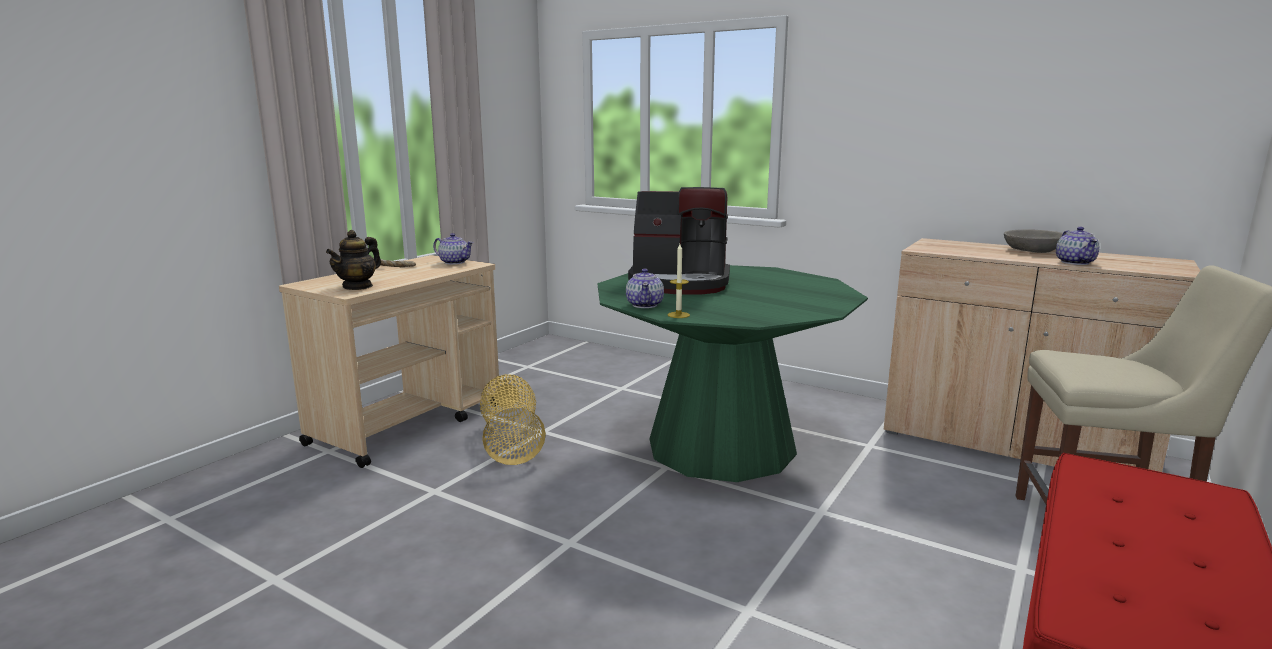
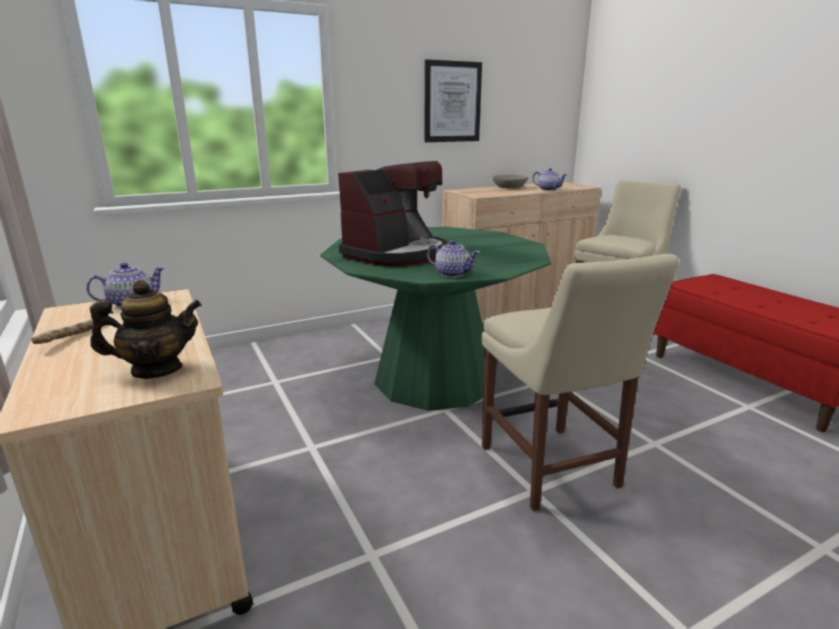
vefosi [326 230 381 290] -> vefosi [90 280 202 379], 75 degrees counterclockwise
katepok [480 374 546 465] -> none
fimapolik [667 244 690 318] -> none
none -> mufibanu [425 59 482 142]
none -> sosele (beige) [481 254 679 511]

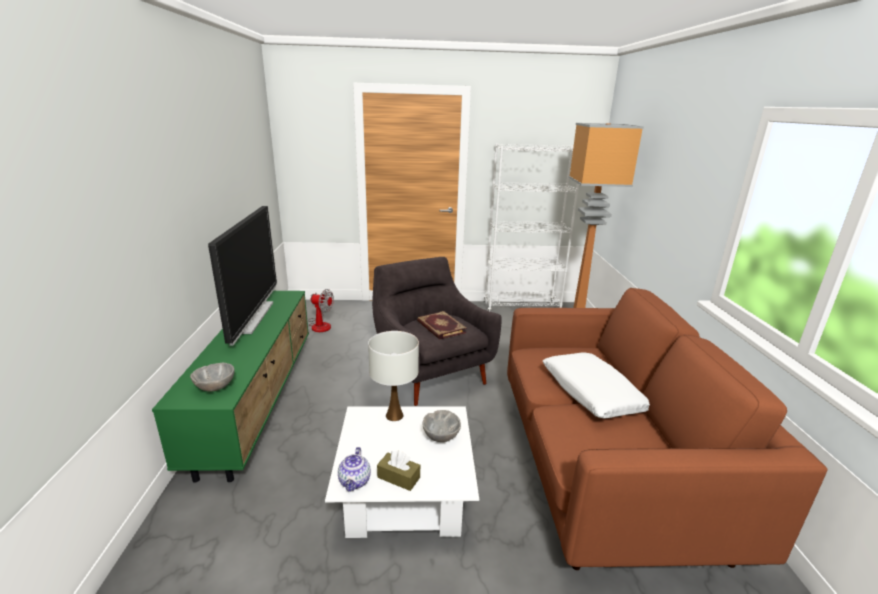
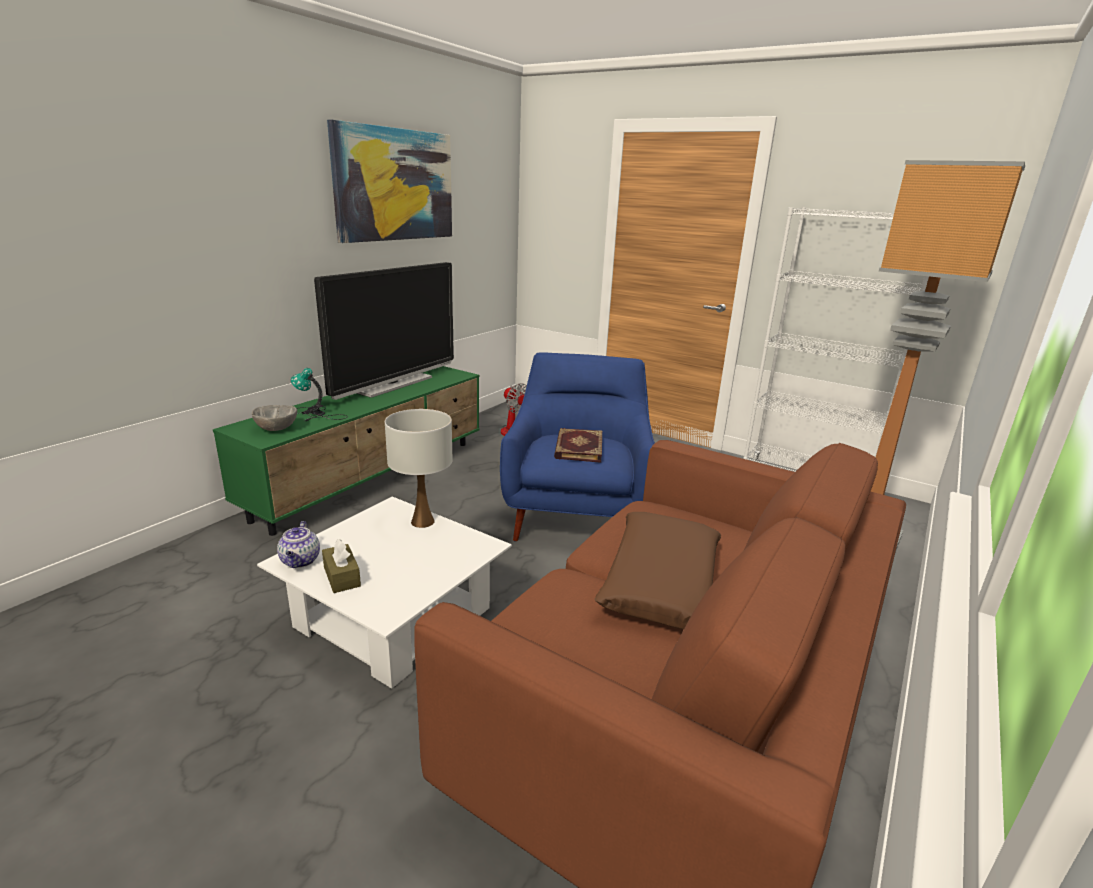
vefosi [338 447 371 492] -> vefosi [277 521 320 568], 45 degrees counterclockwise
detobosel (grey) [372 257 501 406] -> detobosel (blue) [500 352 655 542]
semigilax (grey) [422 410 461 442] -> none
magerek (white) [542 352 650 418] -> magerek (brown) [594 512 721 630]
none -> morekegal [291 368 348 422]
none -> mufibanu [327 120 452 243]

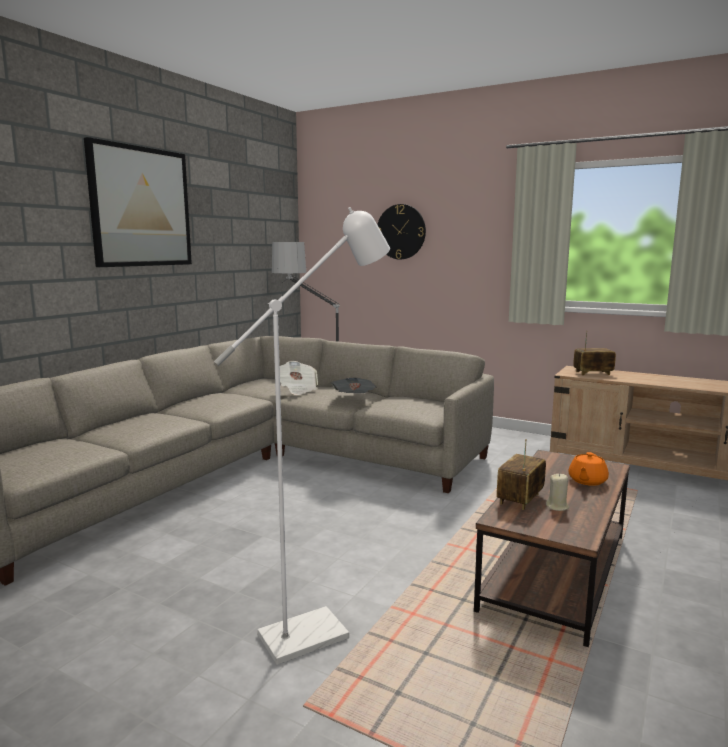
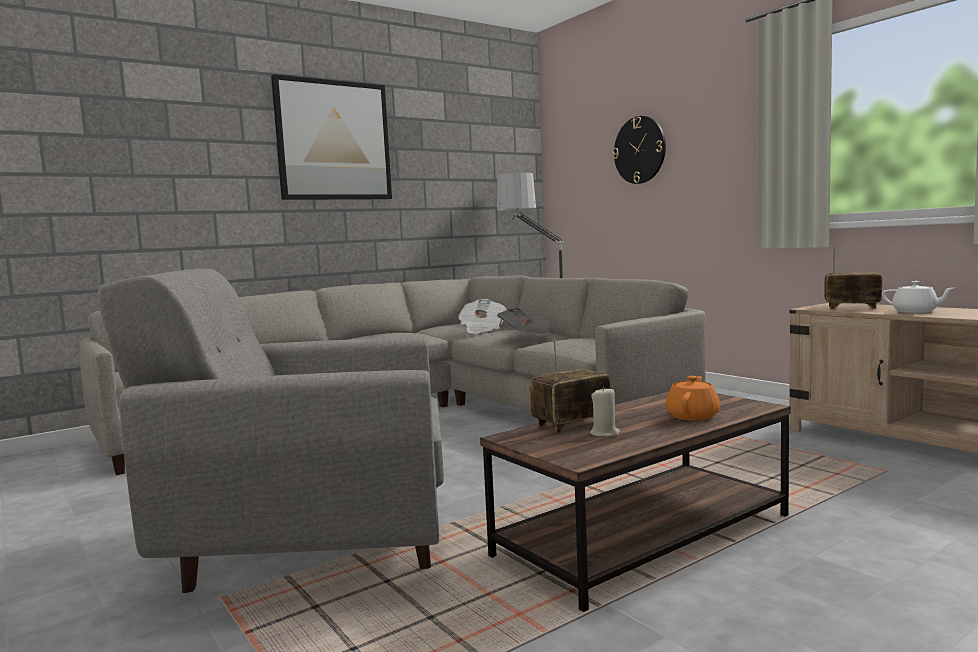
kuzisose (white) [214 207 390 665] -> detobosel (grey) [98 269 444 593]
vefosi (orange) [568 452 609 486] -> vefosi (orange) [666 376 720 420], 150 degrees clockwise
none -> vefosi (white) [882 281 955 313]

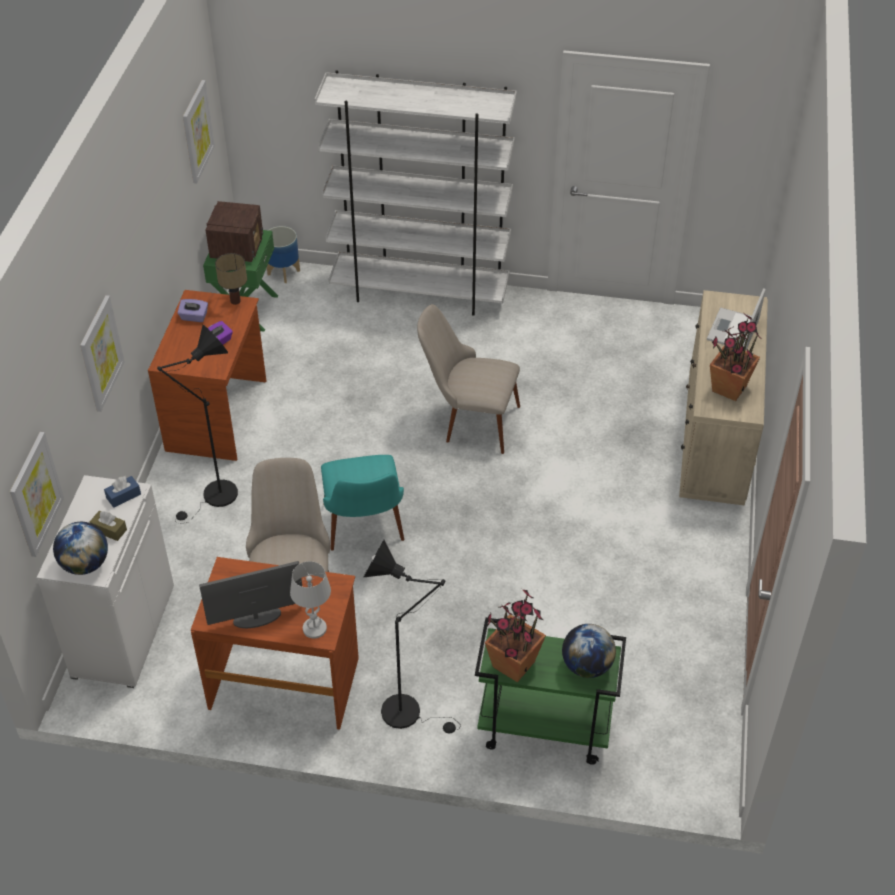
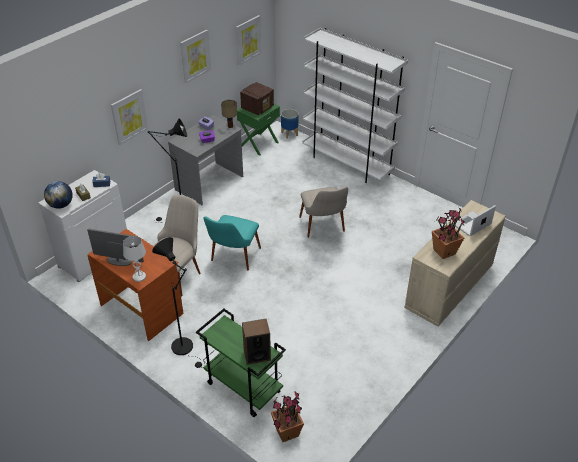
mufibanu [10 432 64 557] -> mufibanu [180 30 211 83], relocated
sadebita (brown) [148 290 266 461] -> sadebita (grey) [168 115 243 205]
sosele (beige) [417 304 520 454] -> sosele (beige) [299 186 348 238], 150 degrees counterclockwise
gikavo [485 589 546 682] -> gikavo [271 392 304 442], relocated
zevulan [562 624 616 678] -> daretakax [242 319 271 365]

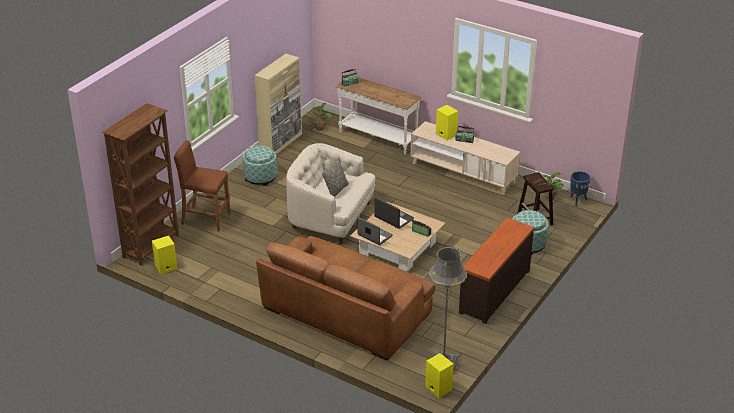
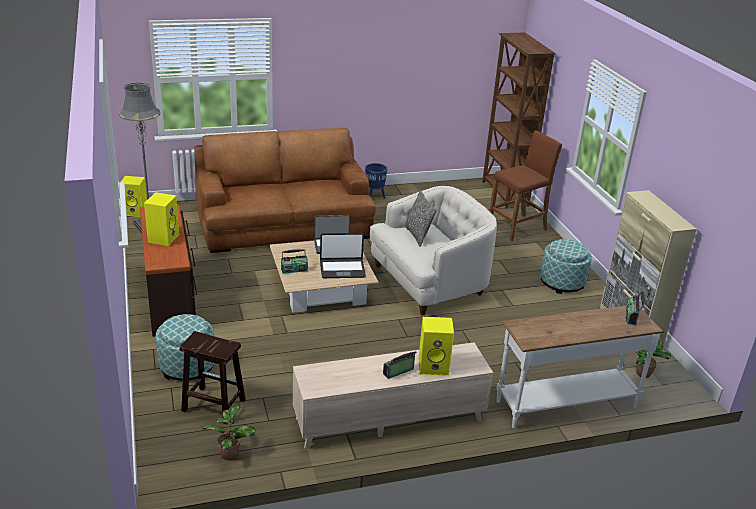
daretakax (yellow) [152 236 177 274] -> daretakax (yellow) [144 192 179 246], relocated
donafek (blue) [570 171 591 206] -> donafek (blue) [365 163 387 199], relocated

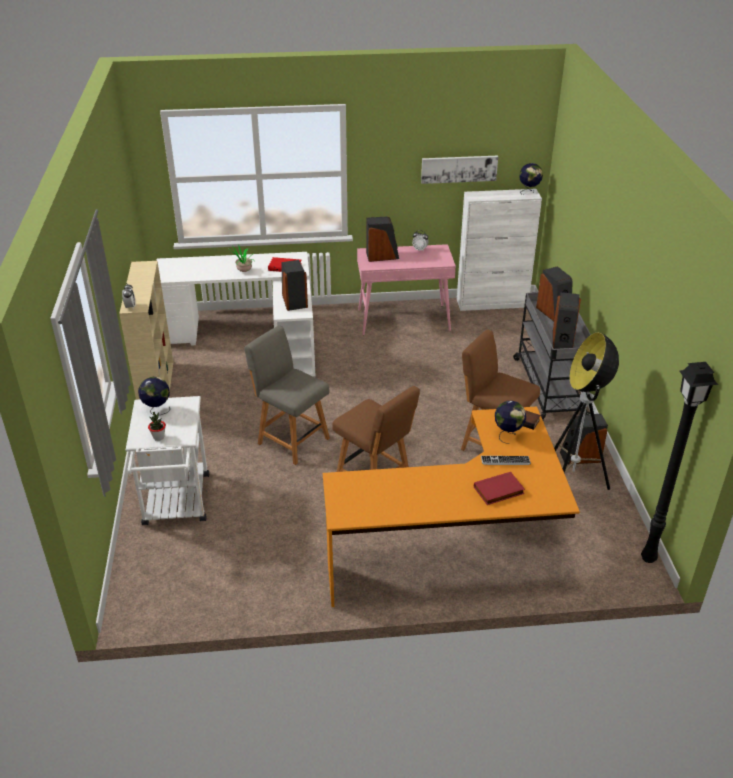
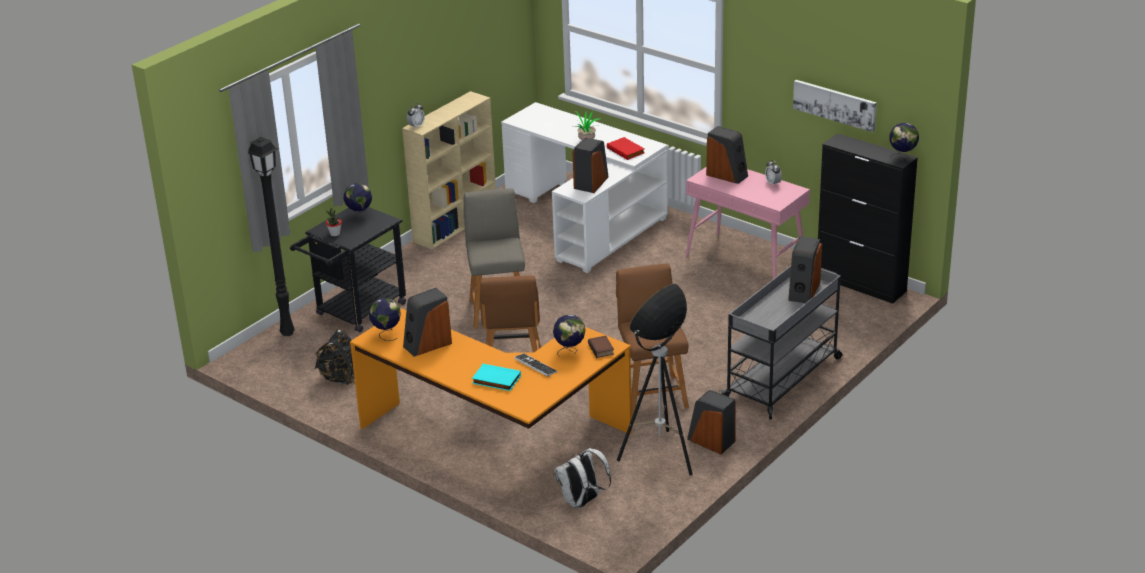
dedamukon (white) [125 396 209 525] -> dedamukon (black) [290 207 406 333]
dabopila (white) [457 189 542 311] -> dabopila (black) [818 133 918 304]
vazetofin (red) [474 472 525 505] -> vazetofin (turquoise) [472 364 521 391]
daretakax [553 292 581 349] -> daretakax [403 288 452 356], relocated
kuzisose (black) [641 362 718 563] -> kuzisose (black) [248 137 295 336], relocated
none -> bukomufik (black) [315 330 354 385]
none -> zevulan [369 298 401 341]
none -> bukomufik (white) [554 447 611 509]

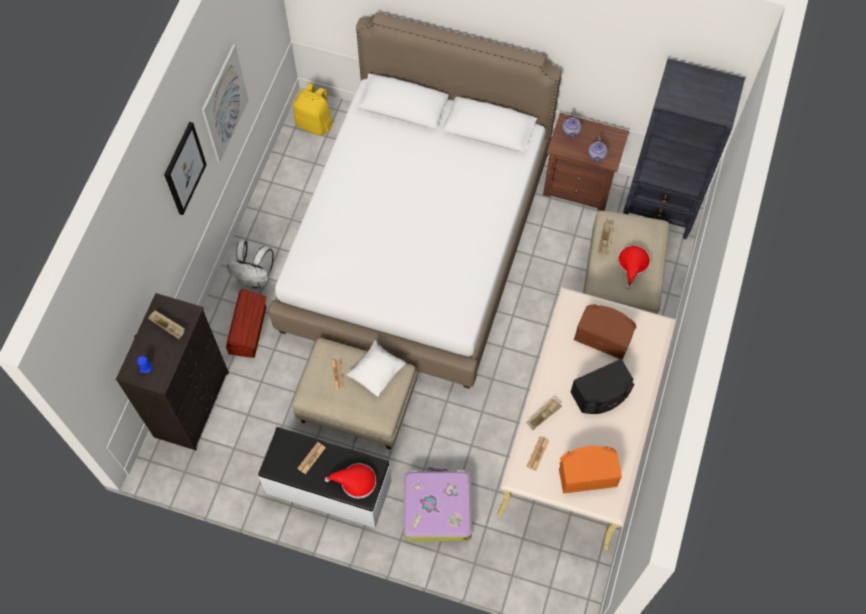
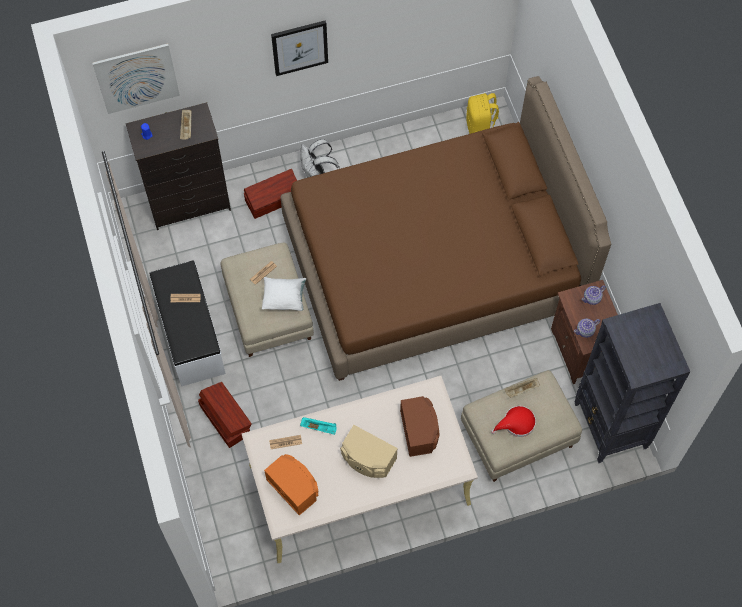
mufibanu [202 44 249 163] -> mufibanu [92 43 180 114], relocated
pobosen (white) [269 12 562 389] -> pobosen (brown) [281 76 611 381]
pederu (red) [325 463 376 499] -> none
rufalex [404 467 472 542] -> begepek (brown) [198 382 252 448]
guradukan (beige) [527 399 562 430] -> guradukan (turquoise) [300 417 337 435]
daretakax (black) [570 359 635 414] -> daretakax (beige) [340 425 398 478]

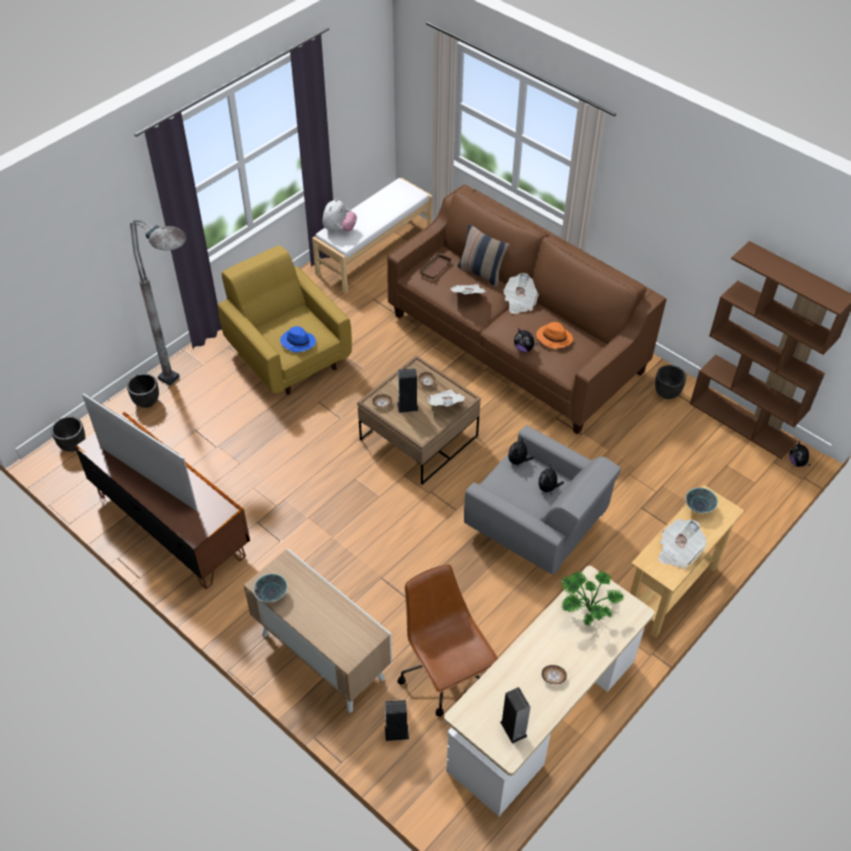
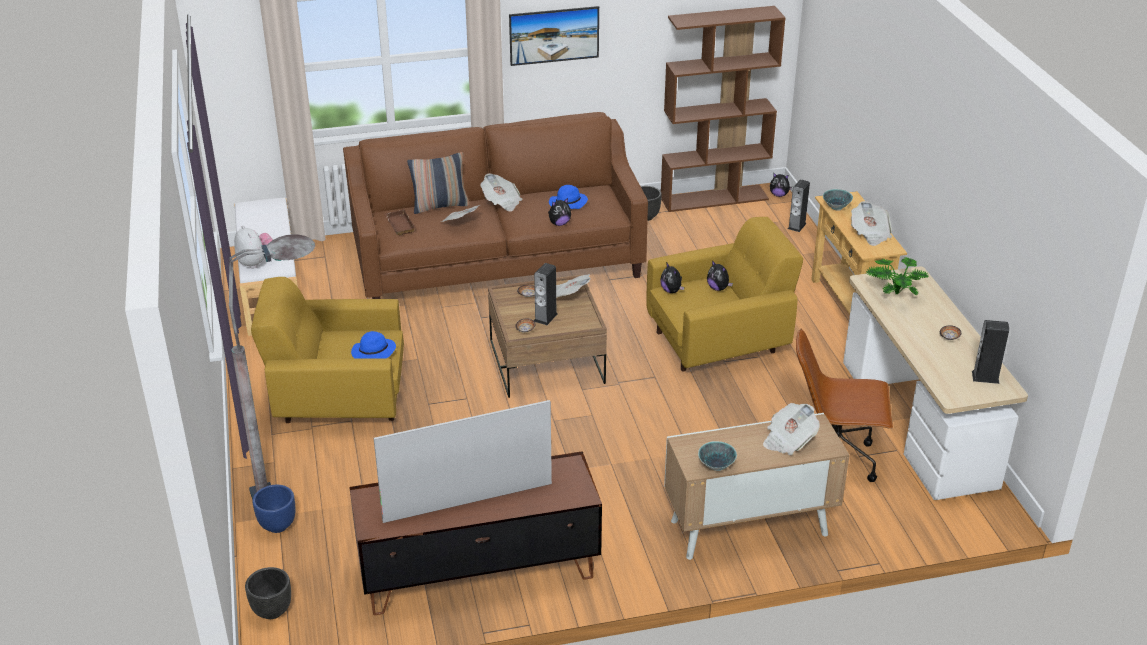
donafek (black) [127 373 159 408] -> donafek (blue) [253 485 295 533]
daretakax [385 700 409 741] -> daretakax [788 179 810 232], relocated
detobosel (grey) [464 425 621 575] -> detobosel (yellow) [646 217 803 372]
pederu (orange) [536 322 573 349] -> pederu (blue) [549 185 588 209]
none -> mufibanu [509 6 599 66]
none -> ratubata [763 403 820 455]

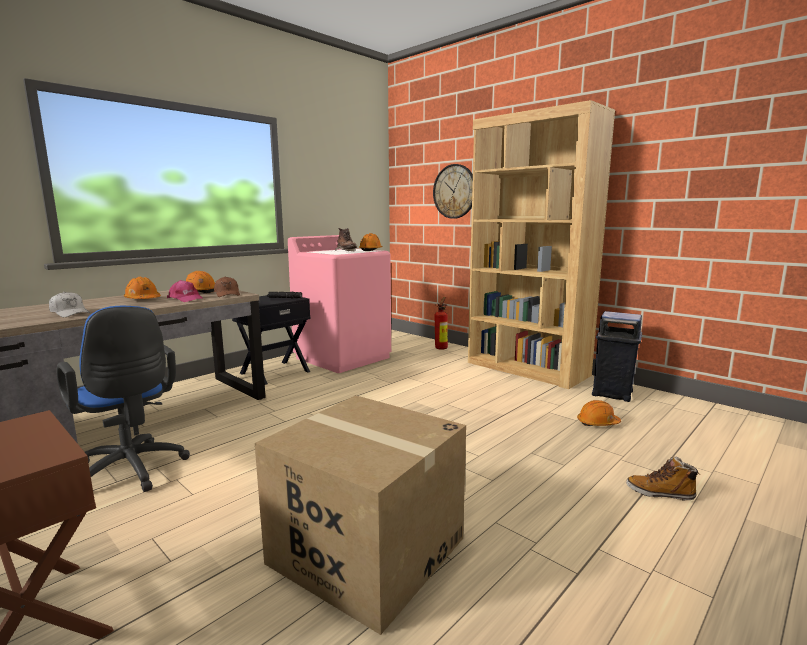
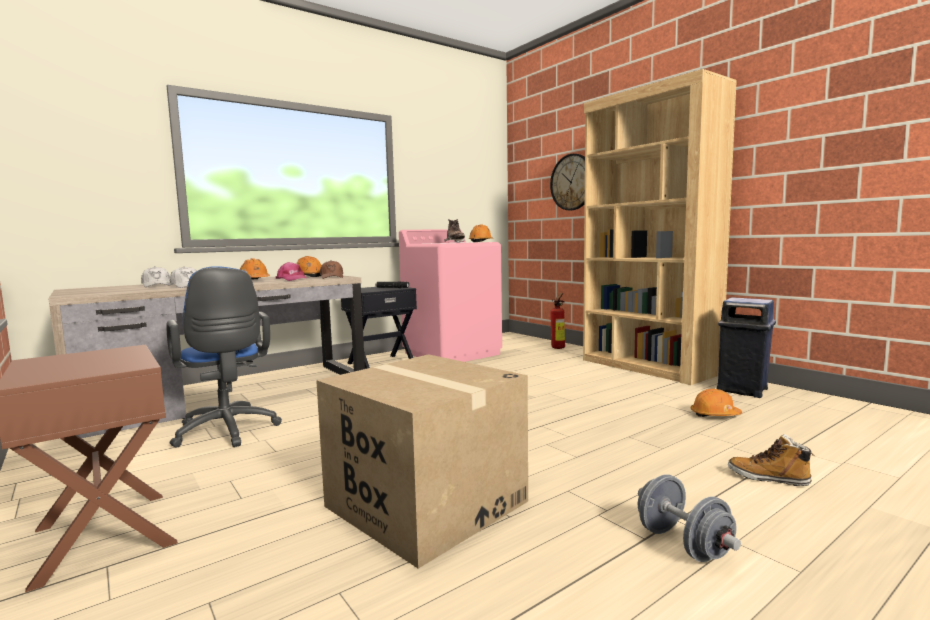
none -> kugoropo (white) [141 266 171 287]
none -> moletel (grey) [638 474 741 562]

